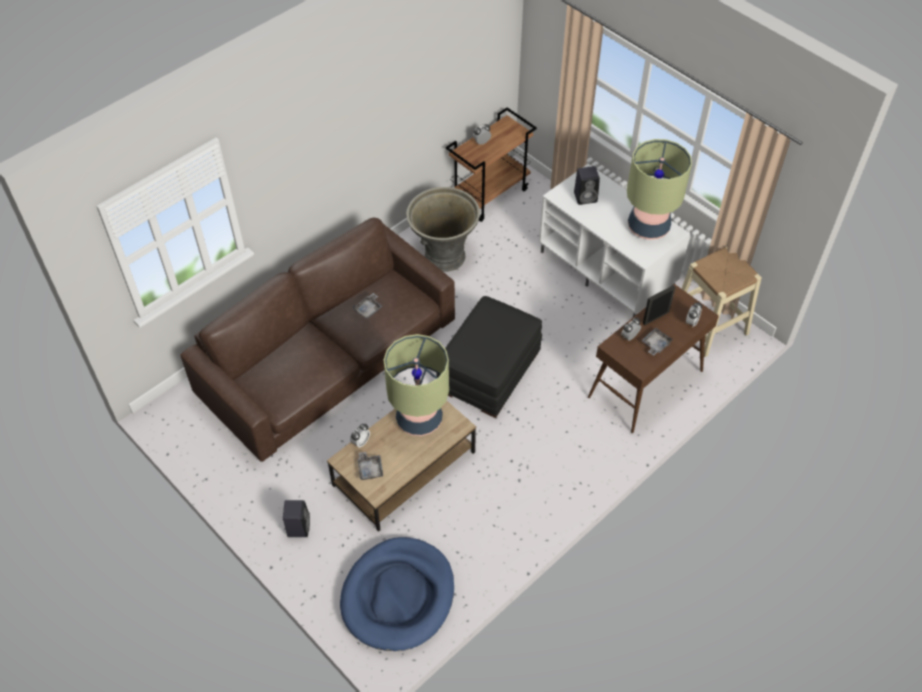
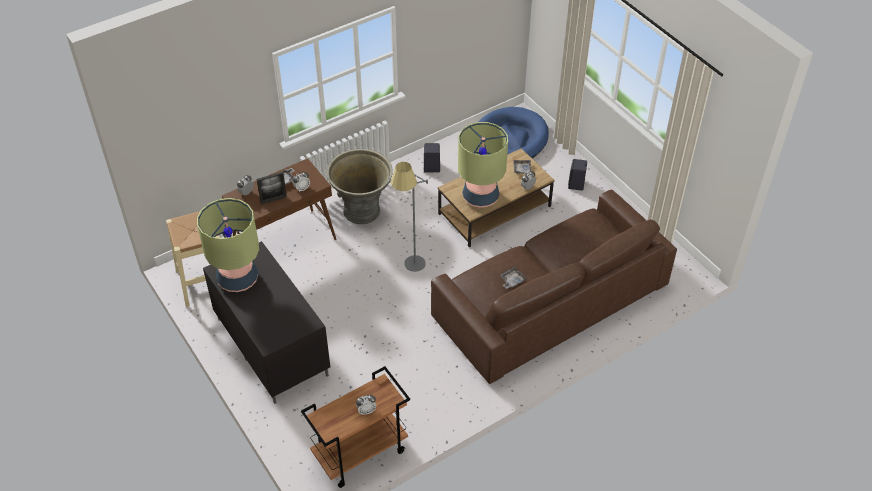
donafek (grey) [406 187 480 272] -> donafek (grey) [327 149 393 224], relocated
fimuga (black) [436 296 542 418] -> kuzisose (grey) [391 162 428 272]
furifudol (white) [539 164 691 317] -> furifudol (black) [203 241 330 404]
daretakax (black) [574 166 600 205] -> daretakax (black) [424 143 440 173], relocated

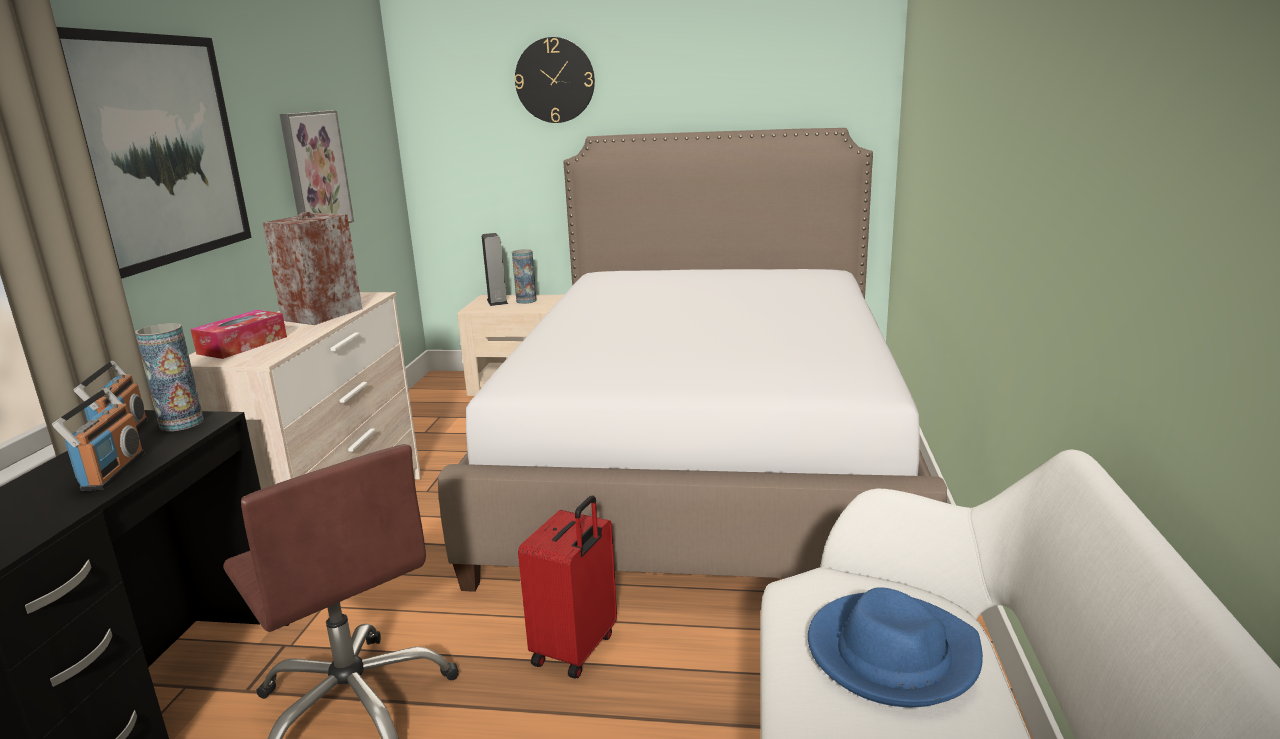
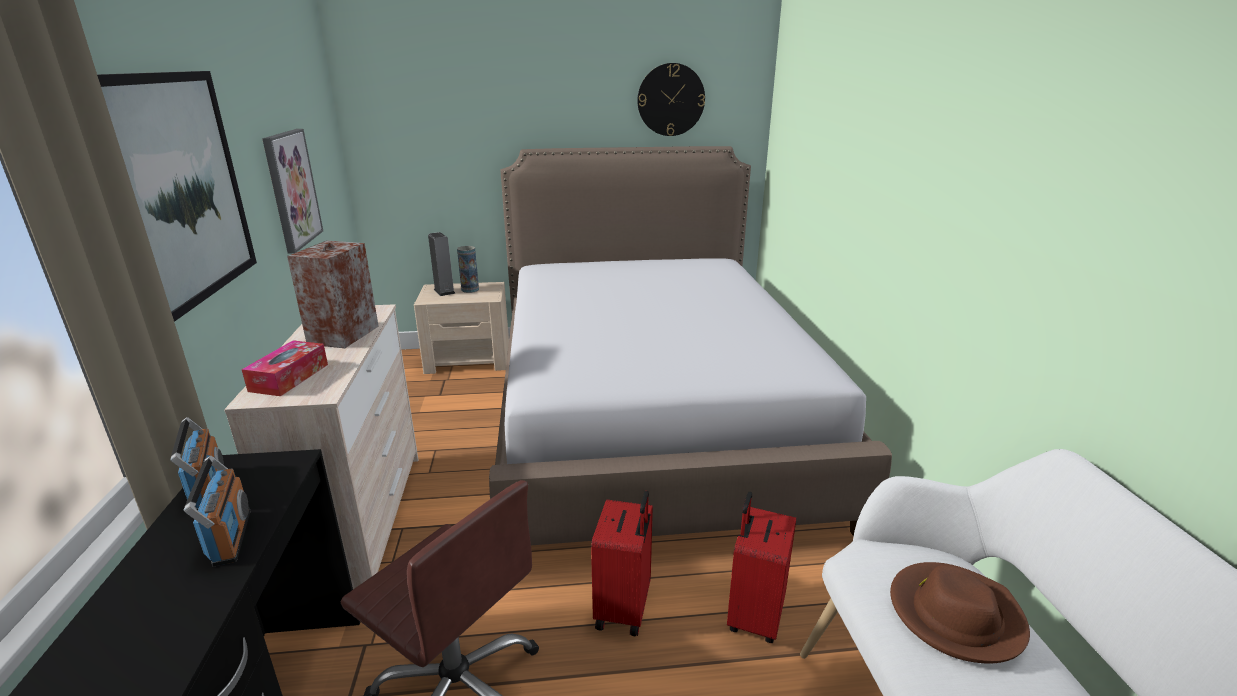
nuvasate [135 323 204 431] -> none
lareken [515 37 595 123] -> lareken [637 63 705 136], relocated
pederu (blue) [808 587 983 707] -> pederu (brown) [890 562 1030 664]
none -> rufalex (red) [727 492 796 643]

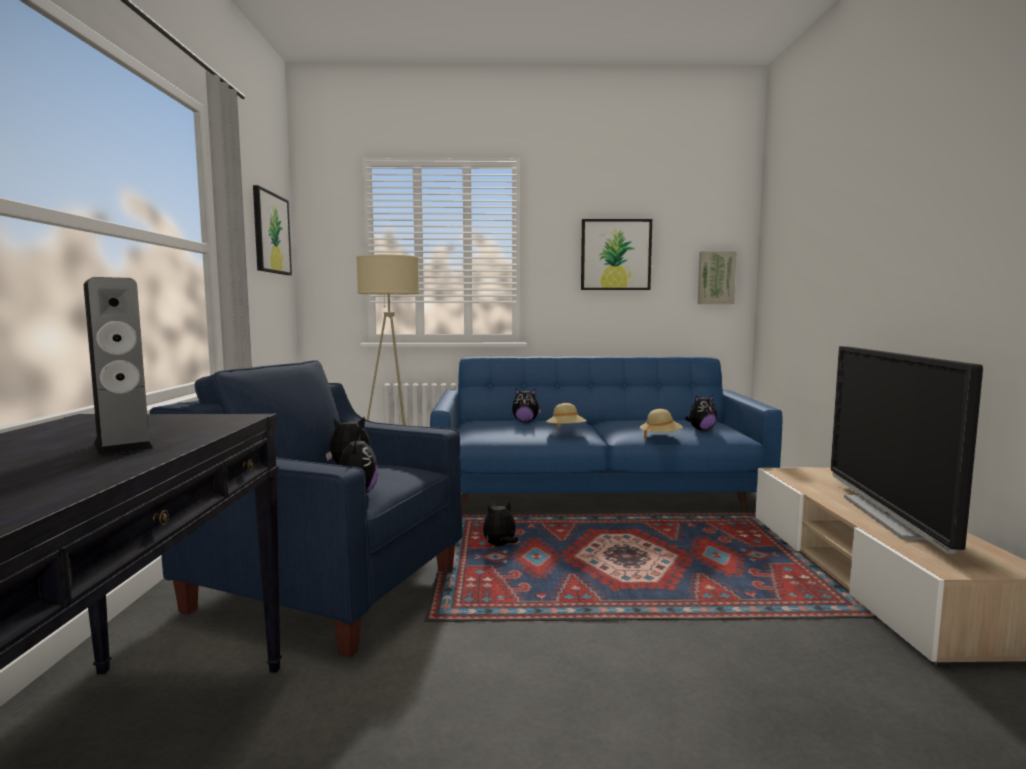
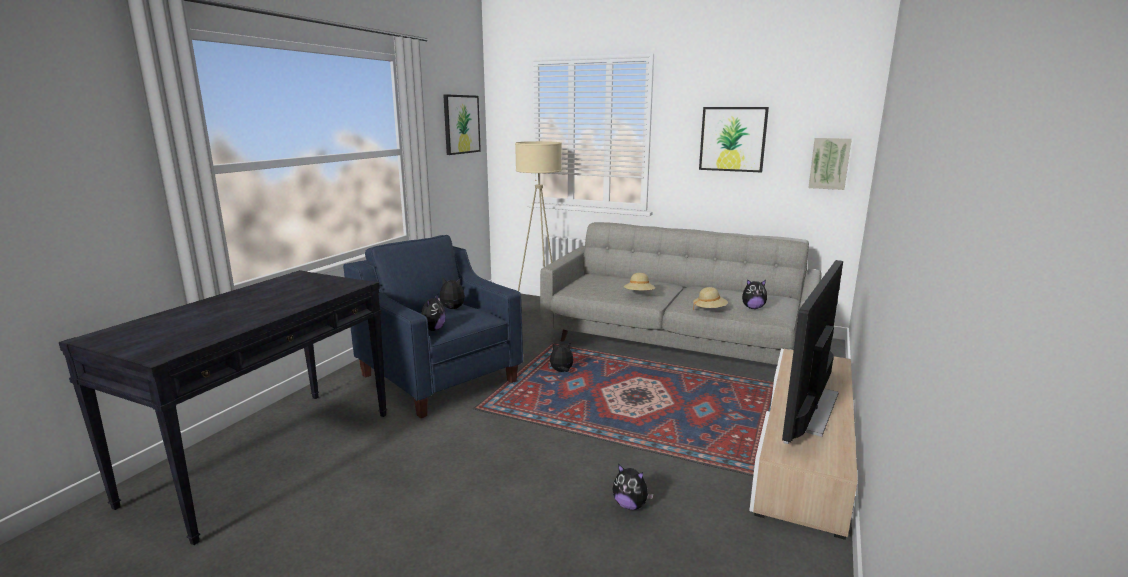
daretakax [84 277 153 455] -> none
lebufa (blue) [430 356 782 511] -> lebufa (grey) [540 222 822 365]
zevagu [512 388 542 422] -> zevagu [612 464 654 510], relocated

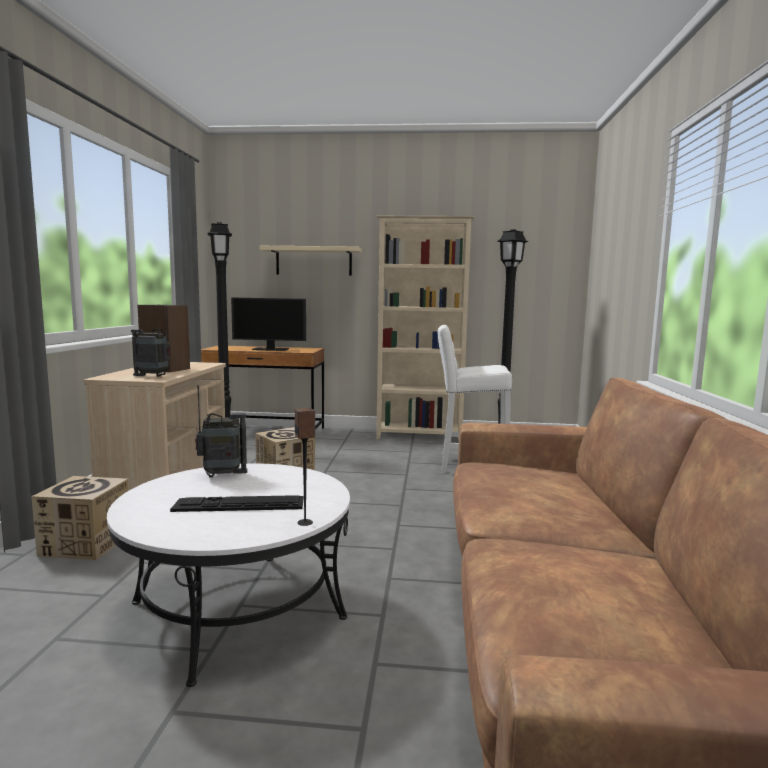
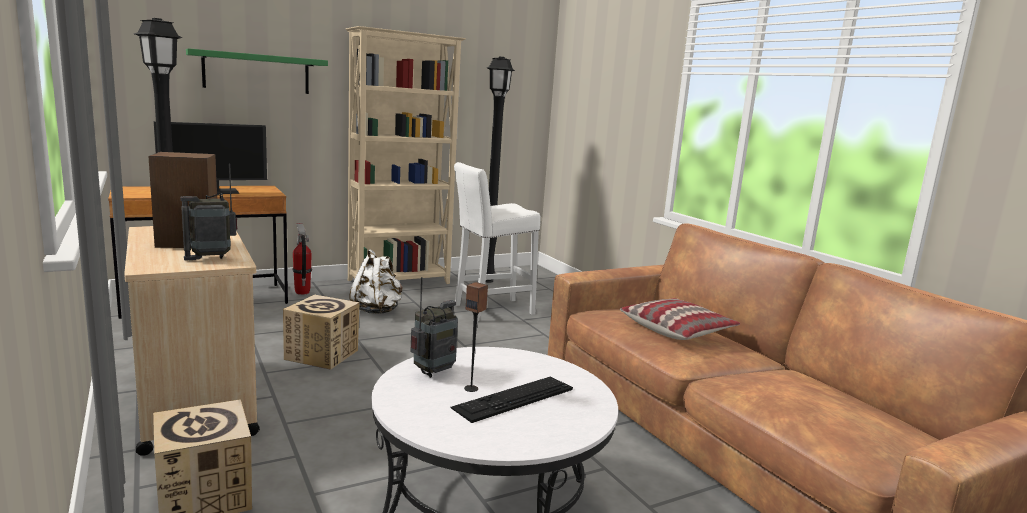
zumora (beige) [259 246 362 276] -> zumora (green) [186 48 328 94]
daretakax [295 408 315 526] -> daretakax [464 282 488 392], relocated
none -> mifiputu [292 223 312 295]
none -> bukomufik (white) [349 249 402 314]
none -> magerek [620 298 740 340]

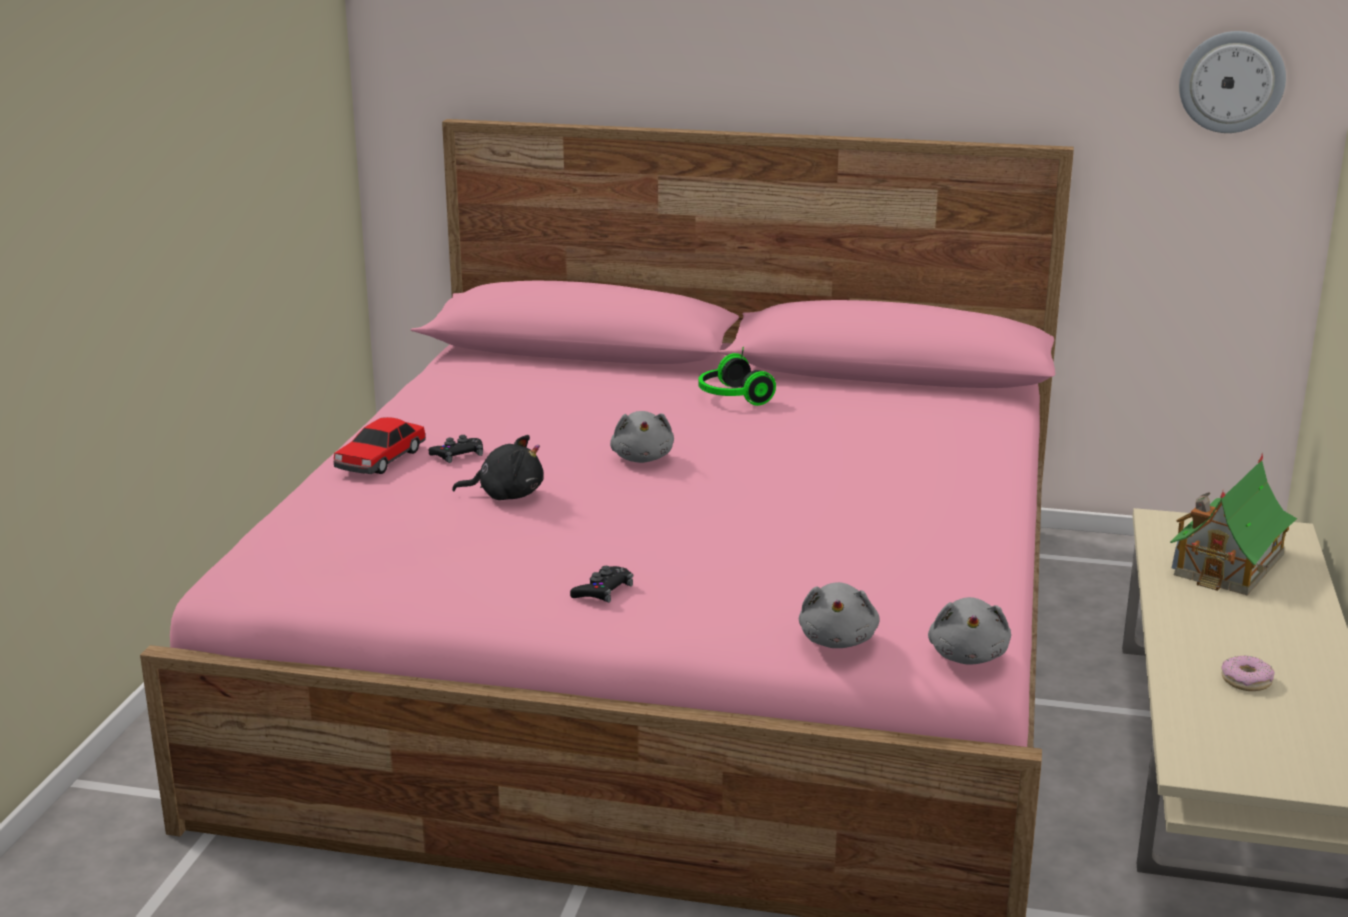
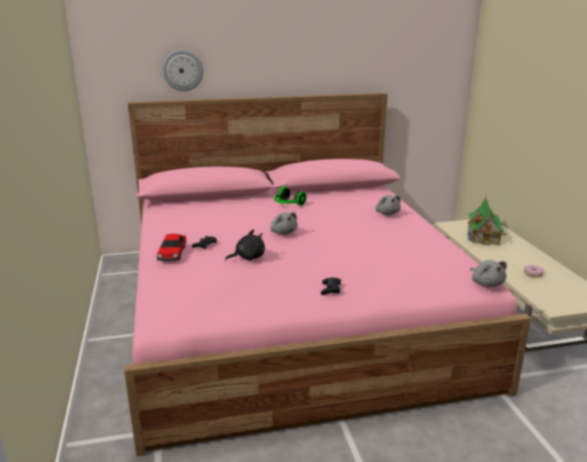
zevagu (grey) [799 582 880 648] -> zevagu (grey) [375 195 401 215], relocated
lareken [1179 31 1286 133] -> lareken [162 50 204 91], relocated

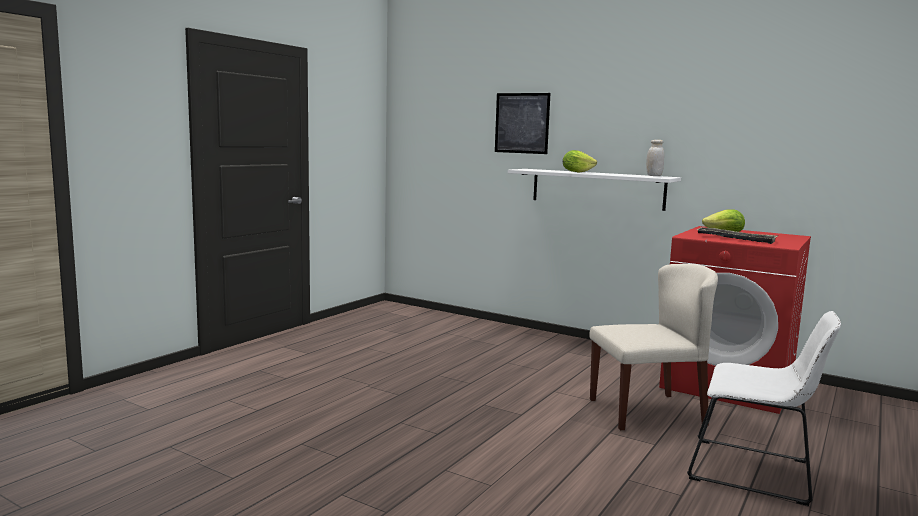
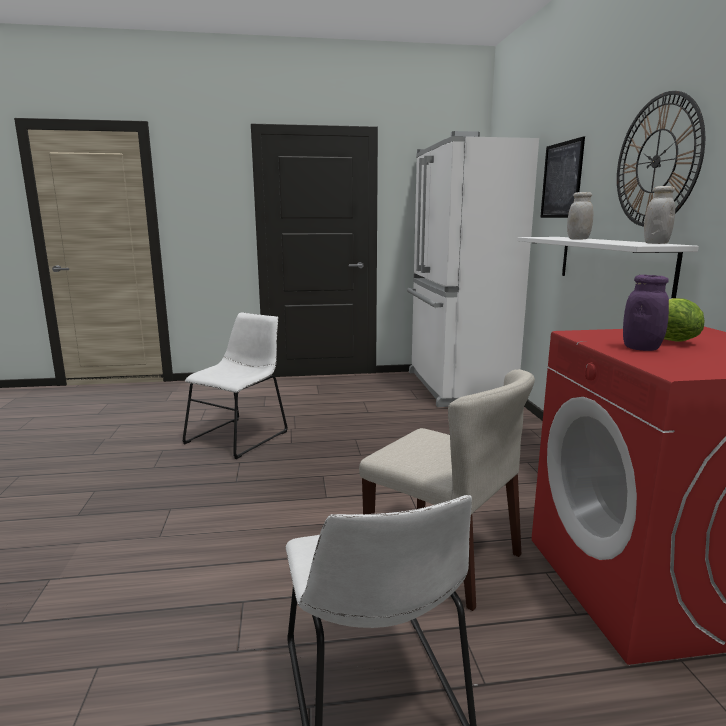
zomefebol [563 150 597 173] -> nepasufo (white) [567 192 593 239]
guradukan [696 227 778 244] -> nepasufo (purple) [623 275 669 351]
none -> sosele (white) [182 312 288 459]
none -> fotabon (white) [407 131 539 407]
none -> lareken [617 91 705 226]

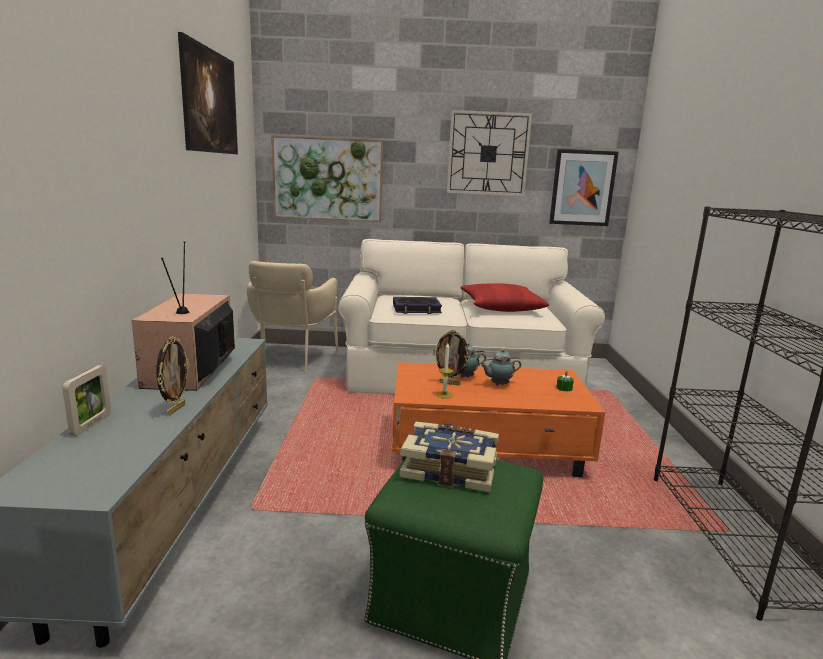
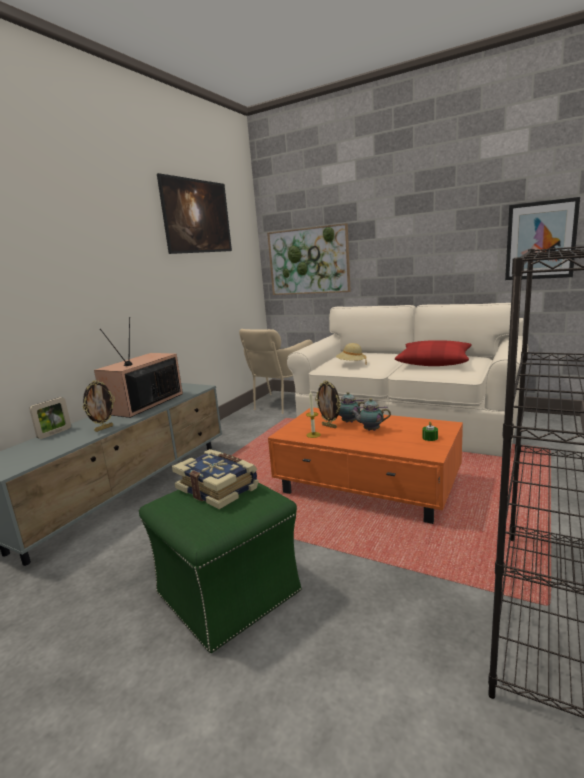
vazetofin [393 297 442 314] -> pederu (beige) [336 343 367 365]
lareken [447 110 532 196] -> none

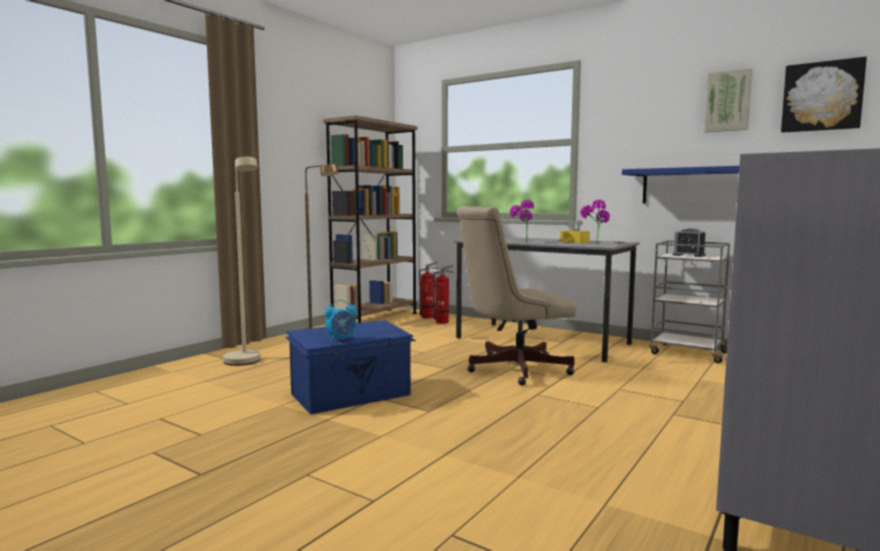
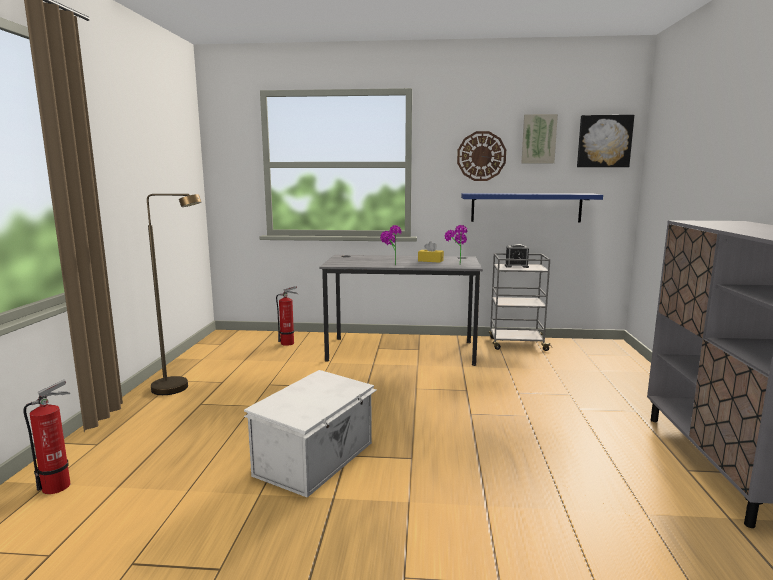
kuzisose (beige) [223 157 261 366] -> none
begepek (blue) [285 320 416 414] -> begepek (white) [244 370 377 498]
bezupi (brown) [323 115 418 323] -> none
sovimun [324 300 357 342] -> none
mifiputu [419 262 439 318] -> mifiputu [23 380 71 494], relocated
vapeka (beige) [457 206 576 385] -> none
none -> lareken [457 131 506 181]

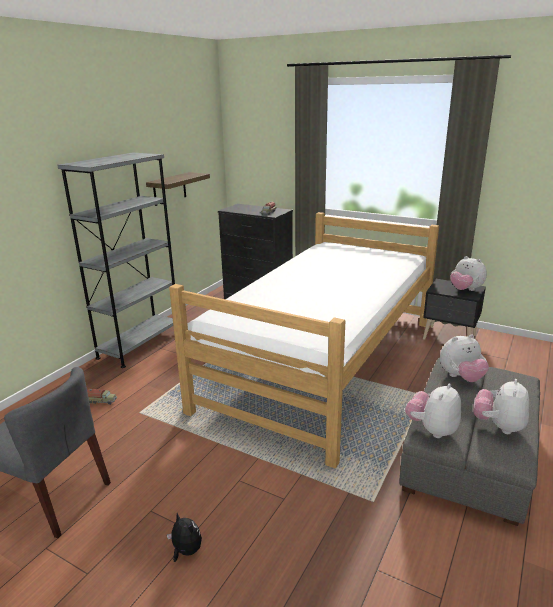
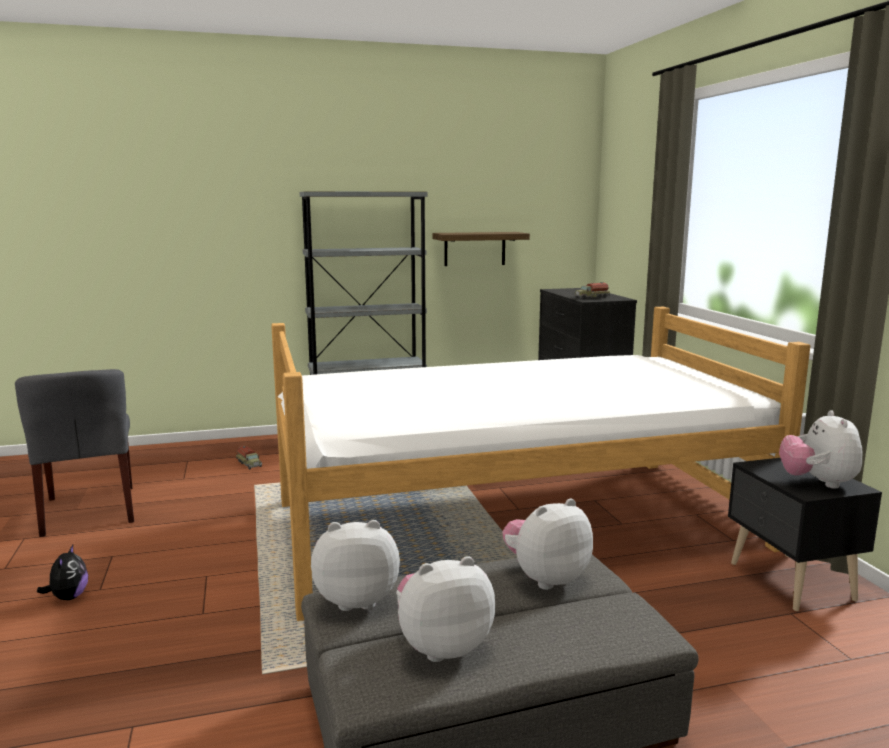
zevagu [440 334 489 382] -> zevagu [502 498 593 590], 120 degrees clockwise

